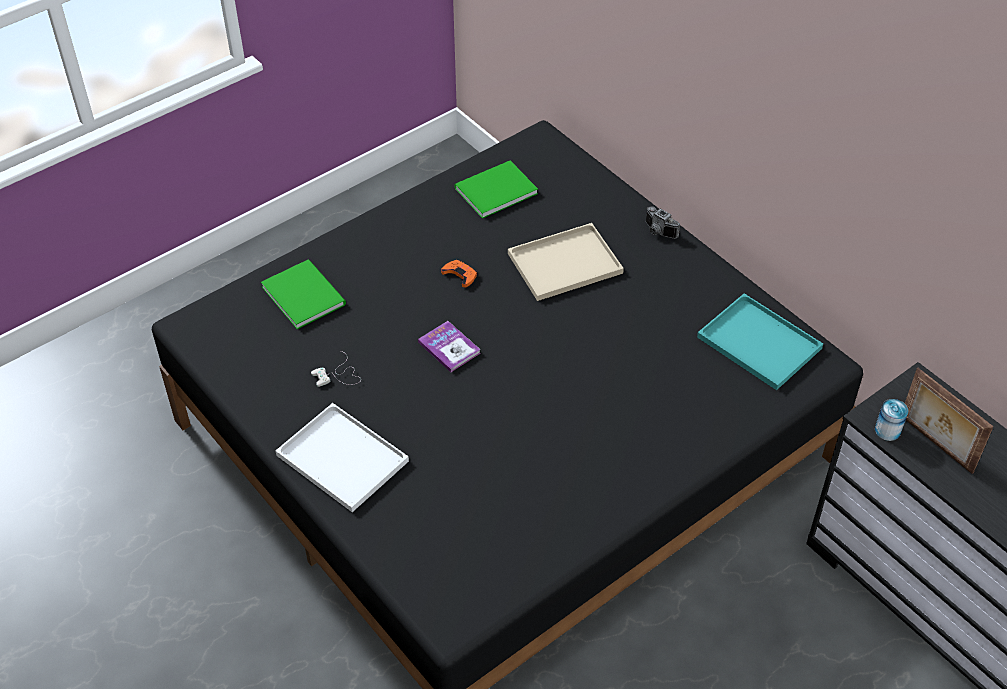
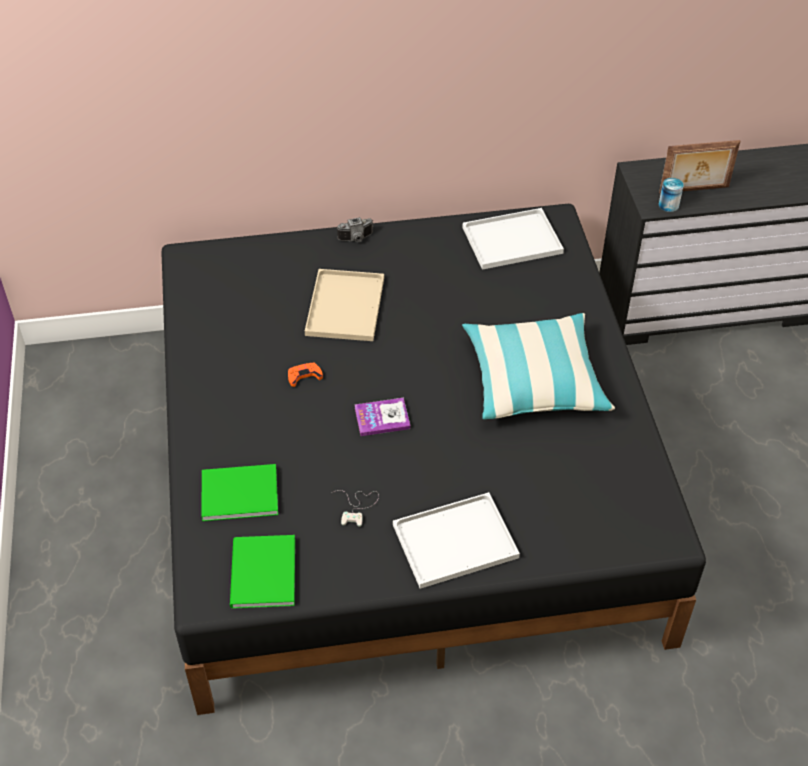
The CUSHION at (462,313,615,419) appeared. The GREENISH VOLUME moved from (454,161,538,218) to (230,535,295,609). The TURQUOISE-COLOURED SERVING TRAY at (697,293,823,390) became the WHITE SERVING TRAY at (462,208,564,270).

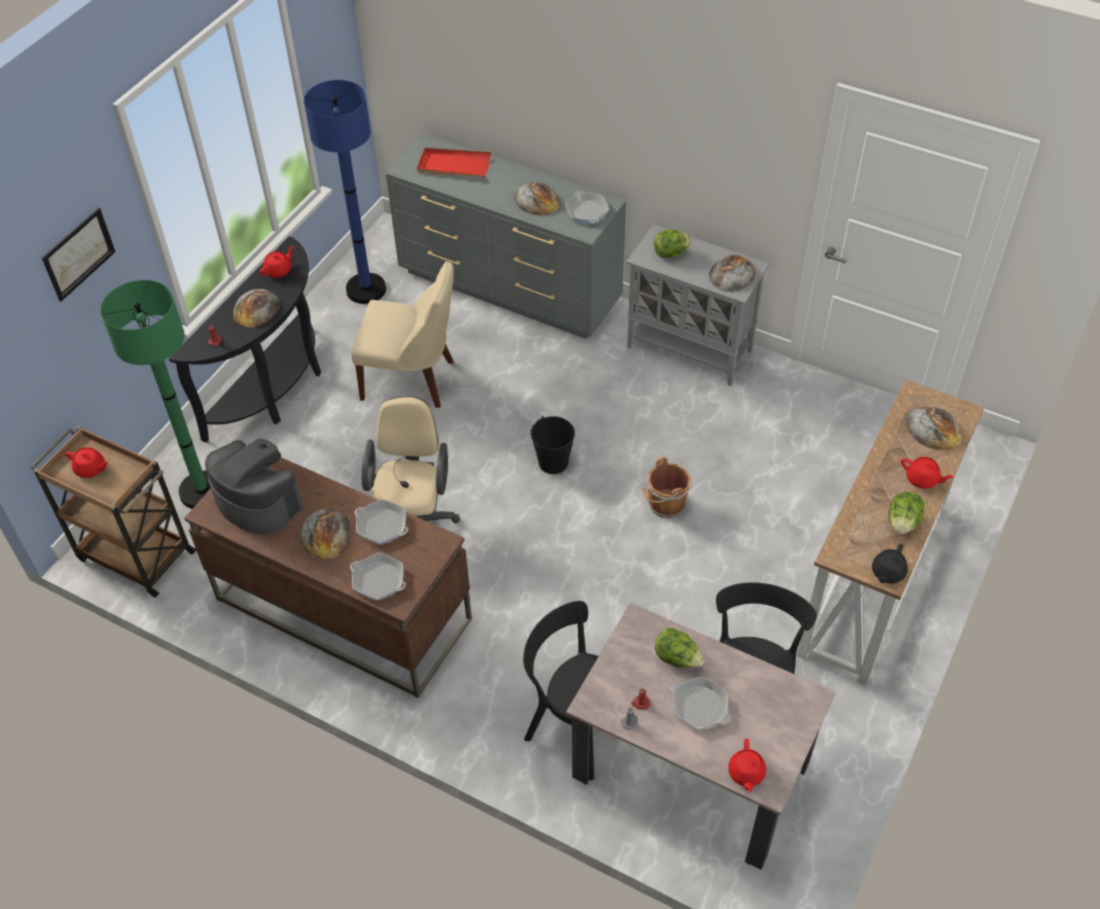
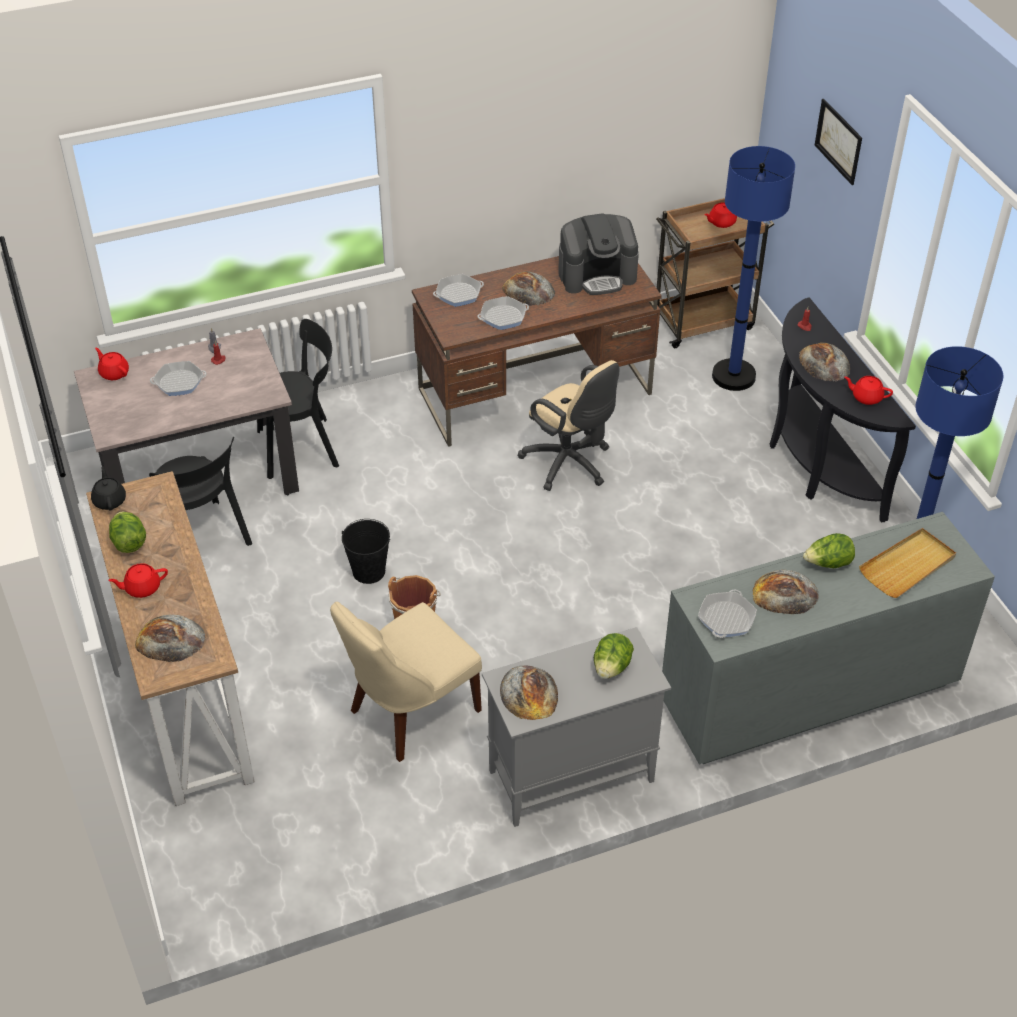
The SAND-COLOURED UPRIGHT CHAIR moved from (351,262,454,408) to (330,602,482,762). The BLACK-COLOURED PAIL moved from (530,416,575,474) to (342,519,390,584). The LETTUCE HEAD moved from (655,628,704,668) to (803,533,855,568). The GREENISH FLOOR LAMP at (100,280,211,509) became the BLUE FLOOR LAMP at (712,146,795,391). The RED SERVING TRAY at (417,148,491,177) became the SAND-COLOURED SERVING TRAY at (859,528,956,598). The RED POT FOR TEA at (260,246,293,278) turned 120 degrees clockwise. The PAN at (565,191,609,224) turned 90 degrees counterclockwise.

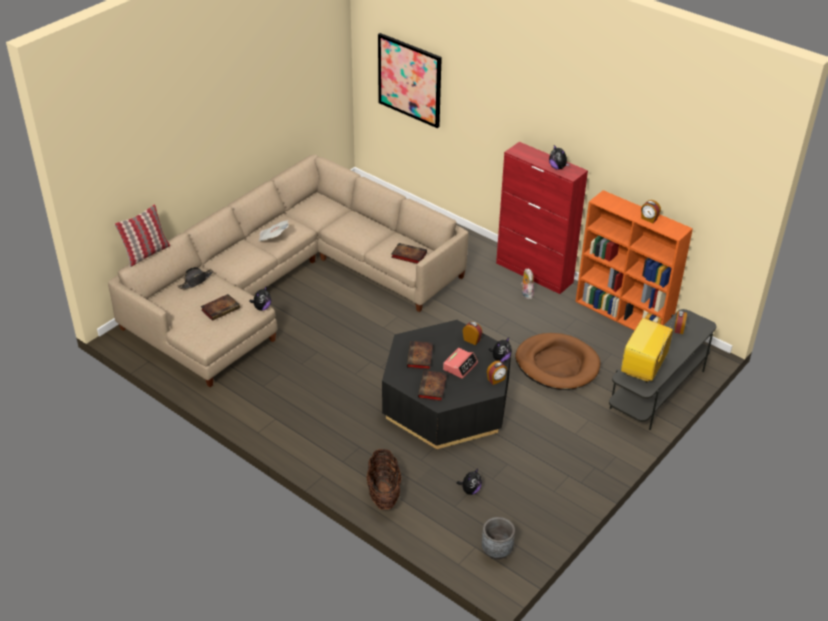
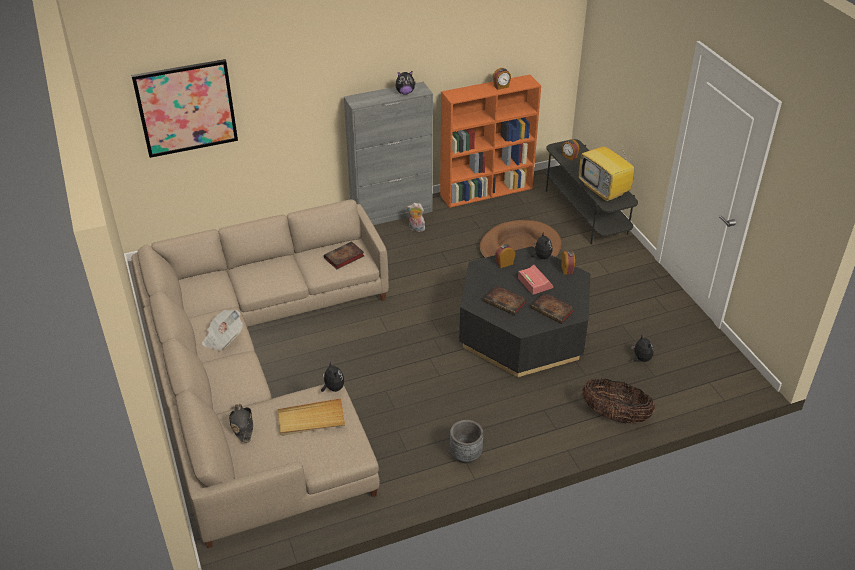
The CUSHION at (115,204,170,267) disappeared. The GRAY FLOWER POT moved from (482,517,515,559) to (450,420,483,464). The VOLUME at (201,294,240,321) was replaced by the SAND-COLOURED SERVING TRAY at (278,398,345,436). The RED STORAGE CABINET at (496,142,588,294) became the GRAY STORAGE CABINET at (344,82,433,225).

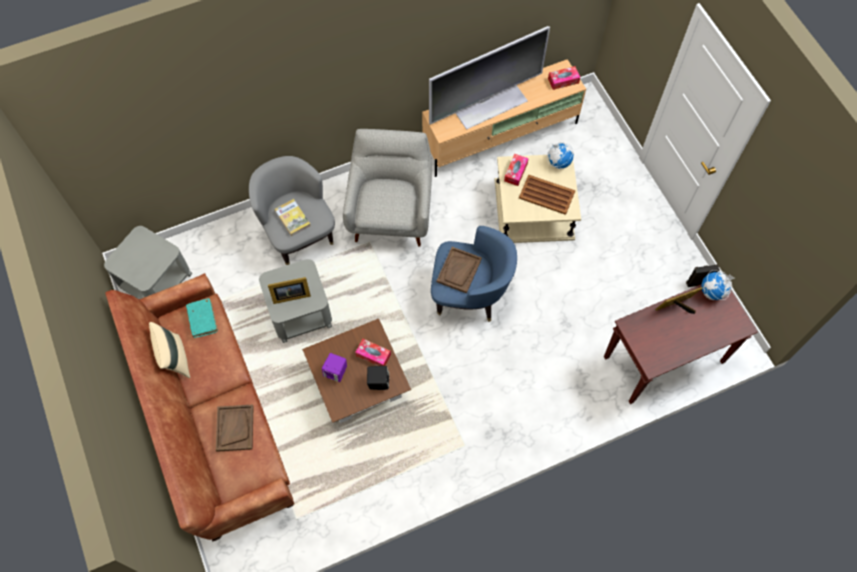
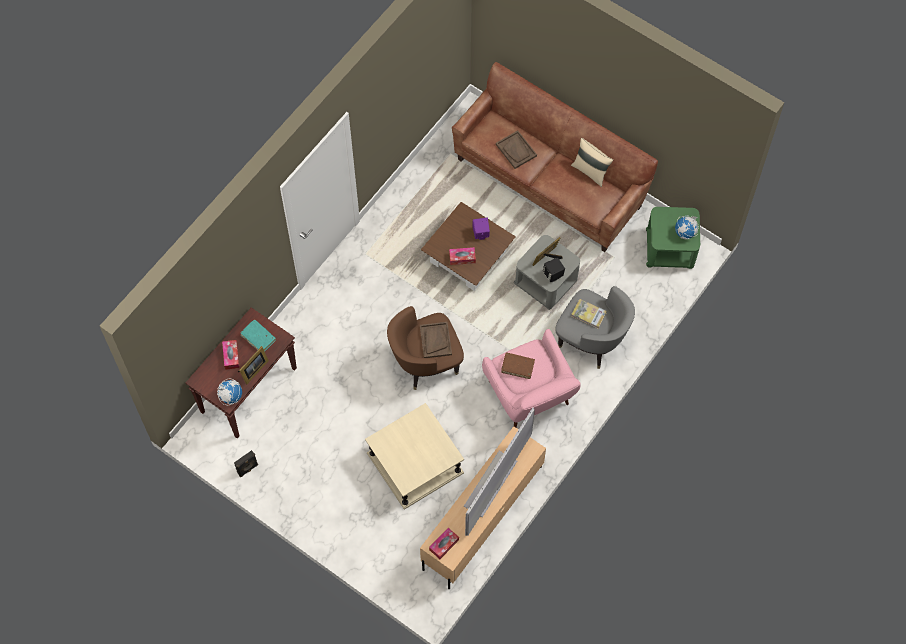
The BROWN-COLOURED SERVING TRAY at (519,174,575,215) disappeared. The BROWN-COLOURED VOLUME at (501,352,535,379) appeared. The TURQUOISE-COLOURED VOLUME moved from (186,298,218,338) to (241,319,276,351). The BLACK-COLOURED AUDIO SPEAKER moved from (367,366,389,390) to (543,258,565,282). The TISSUE BOX moved from (504,154,529,186) to (222,340,240,370). The DESK GLOBE moved from (547,142,574,169) to (675,216,699,239). The GRAY ACCENT TABLE at (104,226,192,299) became the GREENISH ACCENT TABLE at (646,207,700,269). The GRAY EASY CHAIR at (343,129,432,246) became the PINKISH EASY CHAIR at (482,329,580,428). The BLUE EASY CHAIR at (431,226,517,322) became the BROWN-COLOURED EASY CHAIR at (387,306,464,390).

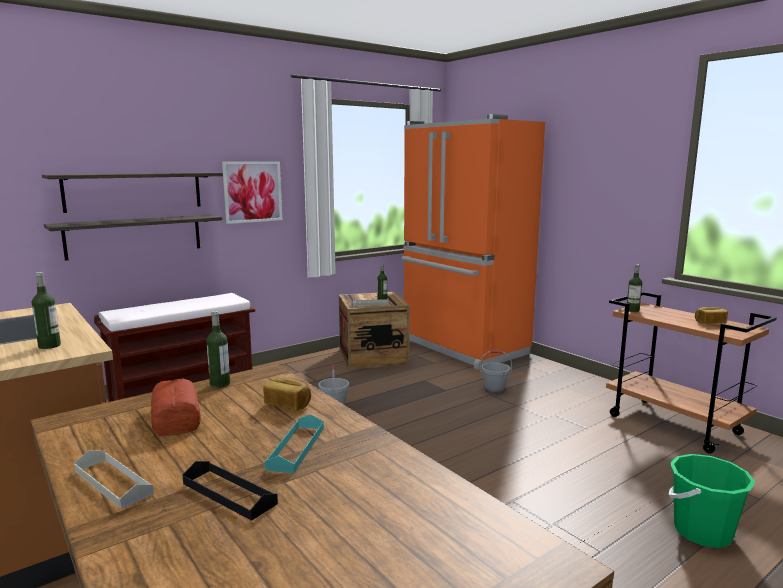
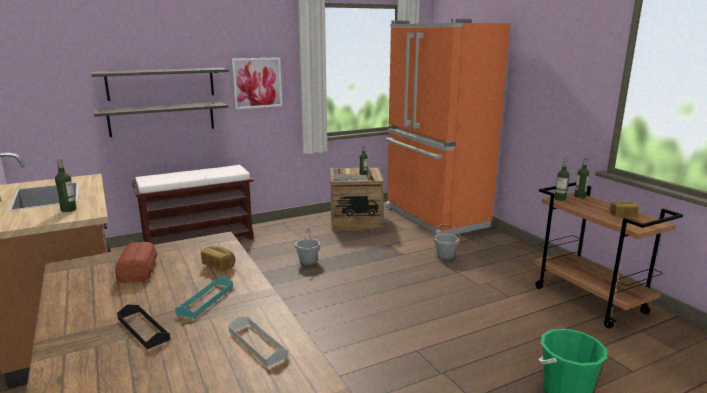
The GRAY SERVING TRAY moved from (74,450,154,509) to (228,316,288,367). The BEVERAGE BOTTLE moved from (206,311,230,388) to (574,157,589,199).

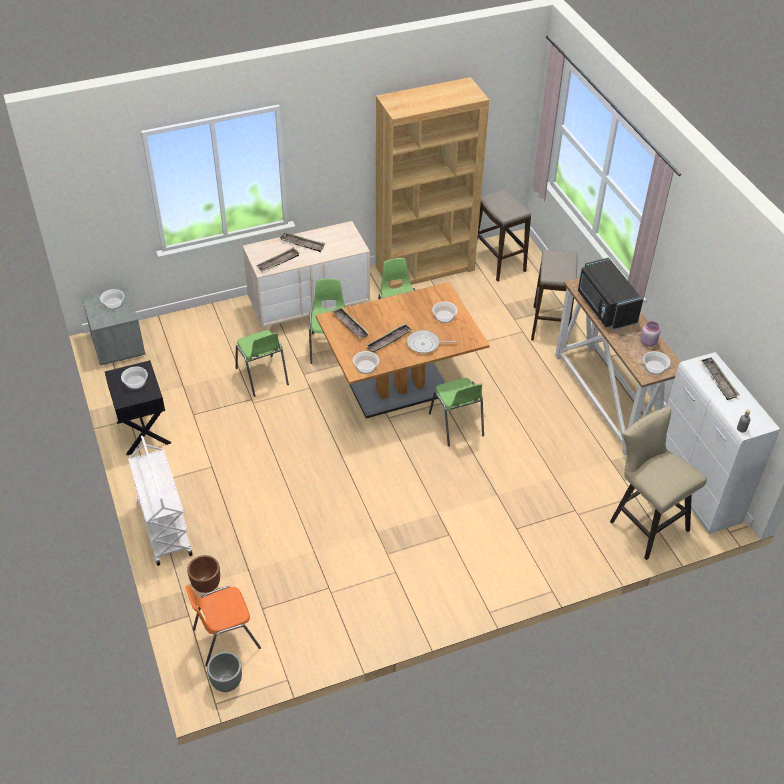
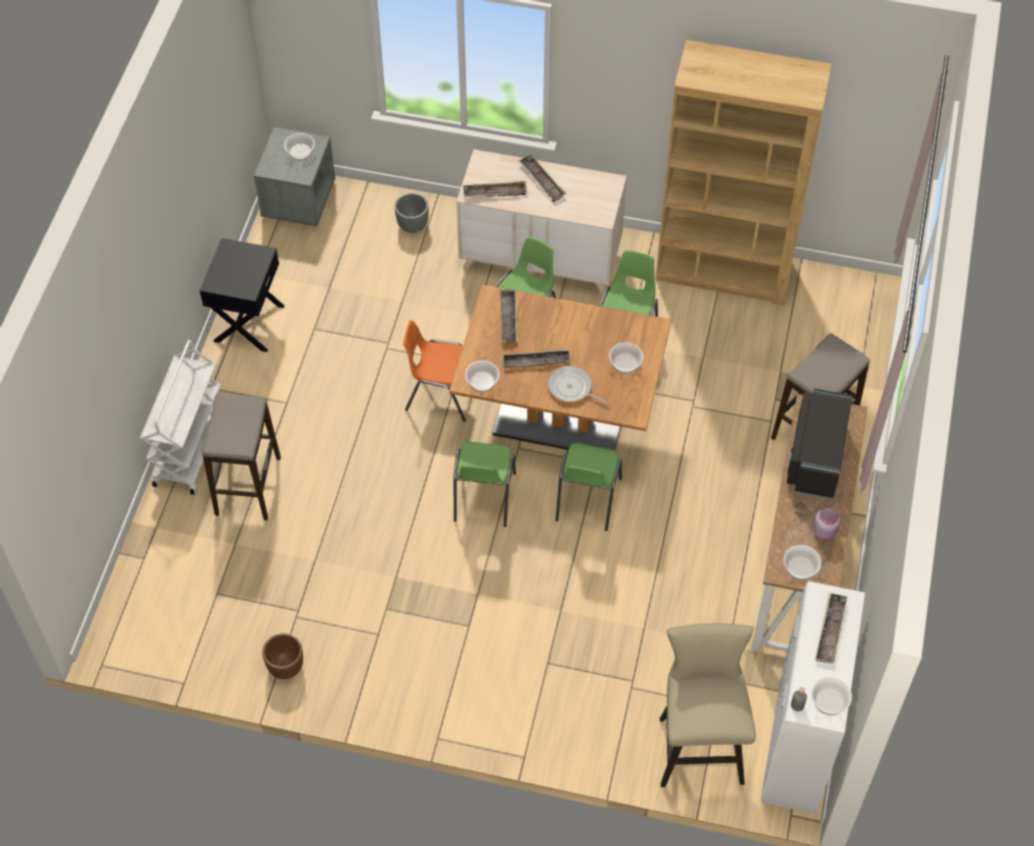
The BOWL moved from (121,367,148,390) to (811,677,852,716). The ORANGEY UPRIGHT CHAIR moved from (185,586,261,667) to (403,320,466,422). The BROWN-COLOURED FLOWER POT moved from (187,555,220,593) to (262,633,303,679). The GRAY FLOWER POT moved from (207,652,242,692) to (395,193,429,233). The GREENISH UPRIGHT CHAIR moved from (236,330,289,397) to (454,442,516,527). The STOOL SEAT moved from (477,189,531,281) to (202,393,281,520).

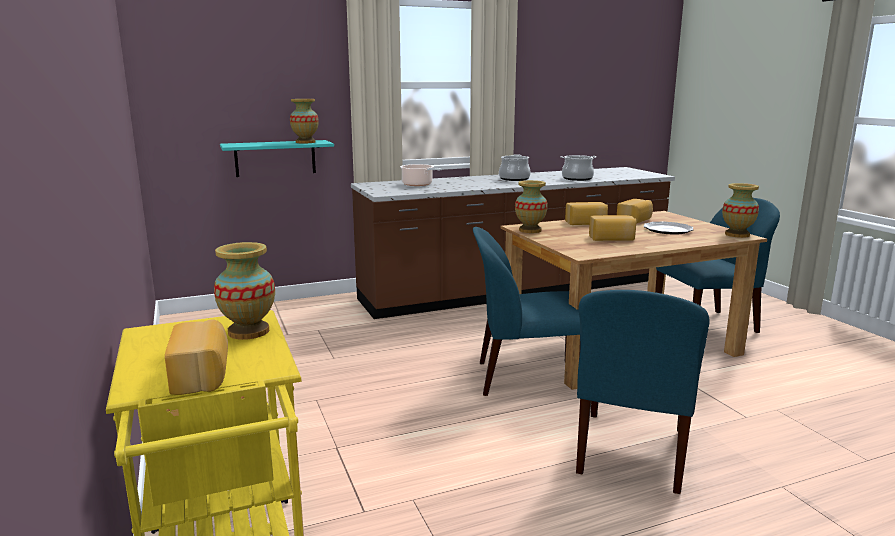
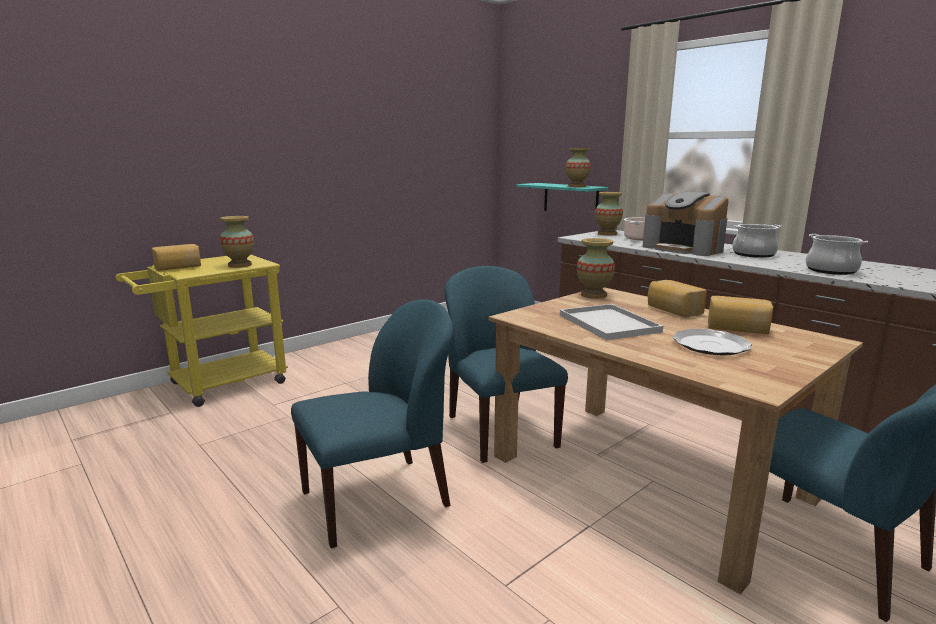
The COFFEE BREWER at (643,192,728,256) appeared. The VASE moved from (722,183,759,238) to (595,192,623,236). The BREAD at (589,215,636,241) was replaced by the WHITE SERVING TRAY at (560,304,663,340). The BLUE UPRIGHT CHAIR at (576,290,710,494) turned 150 degrees clockwise.

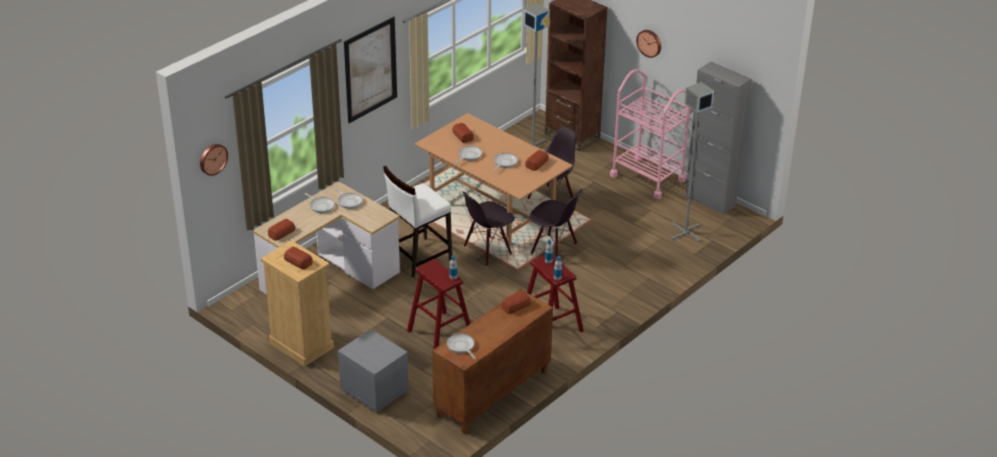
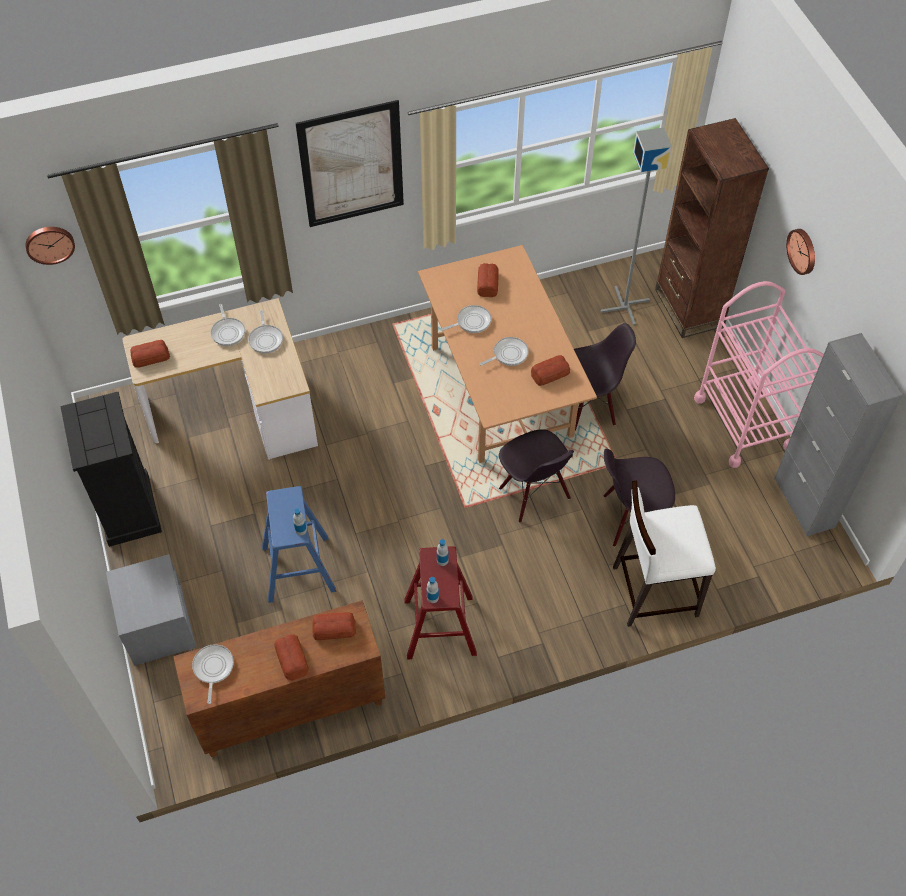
The GRAY FLOOR LAMP at (671,82,714,242) disappeared. The BREAD moved from (284,247,312,269) to (274,634,309,681). The WHITE STOOL SEAT moved from (383,166,452,277) to (613,480,716,627). The BLACK-COLOURED UPRIGHT CHAIR moved from (463,192,515,267) to (603,448,675,547). The SAND-COLOURED CHEST OF DRAWERS at (260,240,334,366) became the BLACK-COLOURED CHEST OF DRAWERS at (60,392,162,547). The RED STOOL SEAT at (407,259,470,349) became the BLUE STOOL SEAT at (262,486,336,603).

